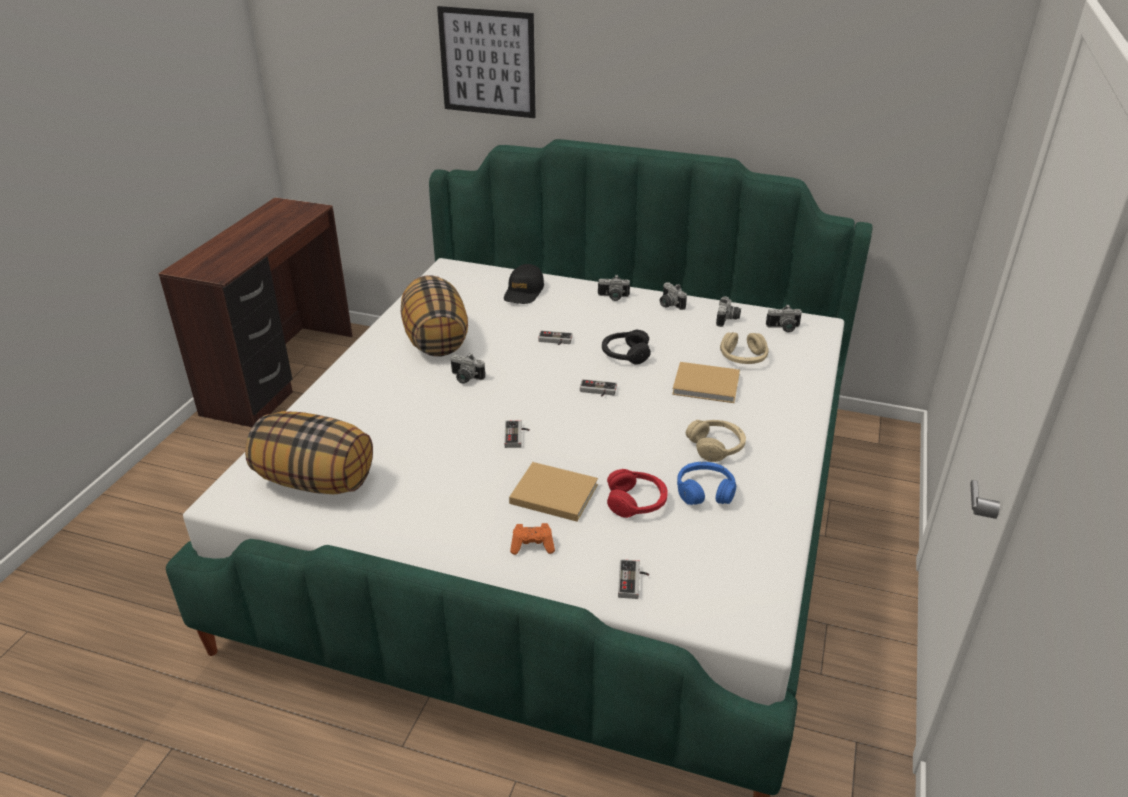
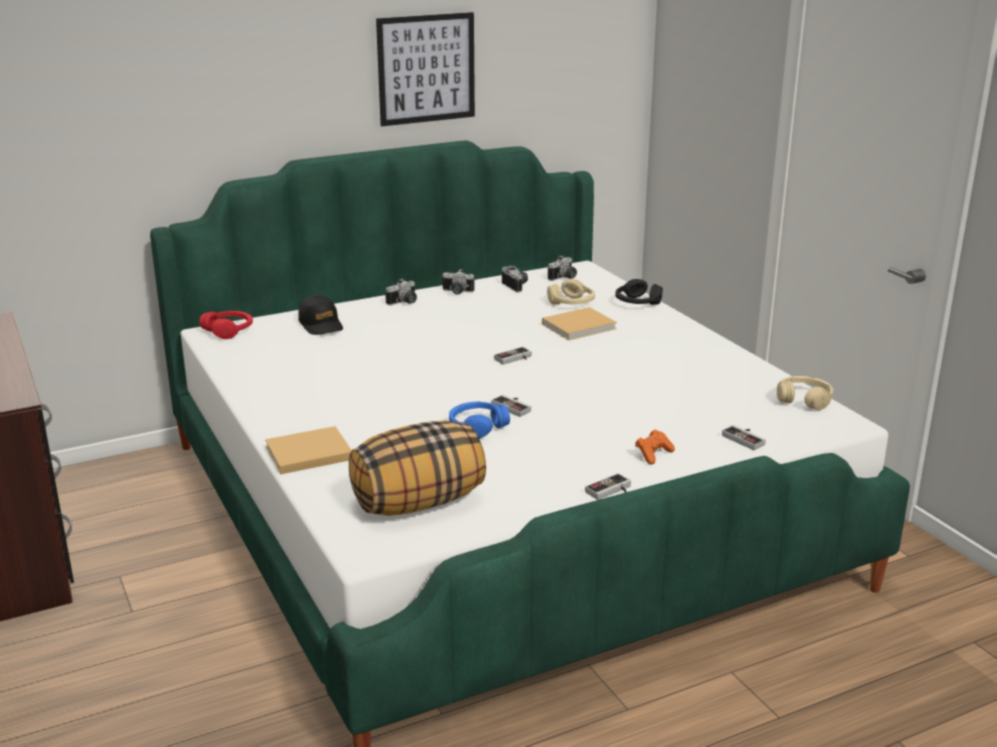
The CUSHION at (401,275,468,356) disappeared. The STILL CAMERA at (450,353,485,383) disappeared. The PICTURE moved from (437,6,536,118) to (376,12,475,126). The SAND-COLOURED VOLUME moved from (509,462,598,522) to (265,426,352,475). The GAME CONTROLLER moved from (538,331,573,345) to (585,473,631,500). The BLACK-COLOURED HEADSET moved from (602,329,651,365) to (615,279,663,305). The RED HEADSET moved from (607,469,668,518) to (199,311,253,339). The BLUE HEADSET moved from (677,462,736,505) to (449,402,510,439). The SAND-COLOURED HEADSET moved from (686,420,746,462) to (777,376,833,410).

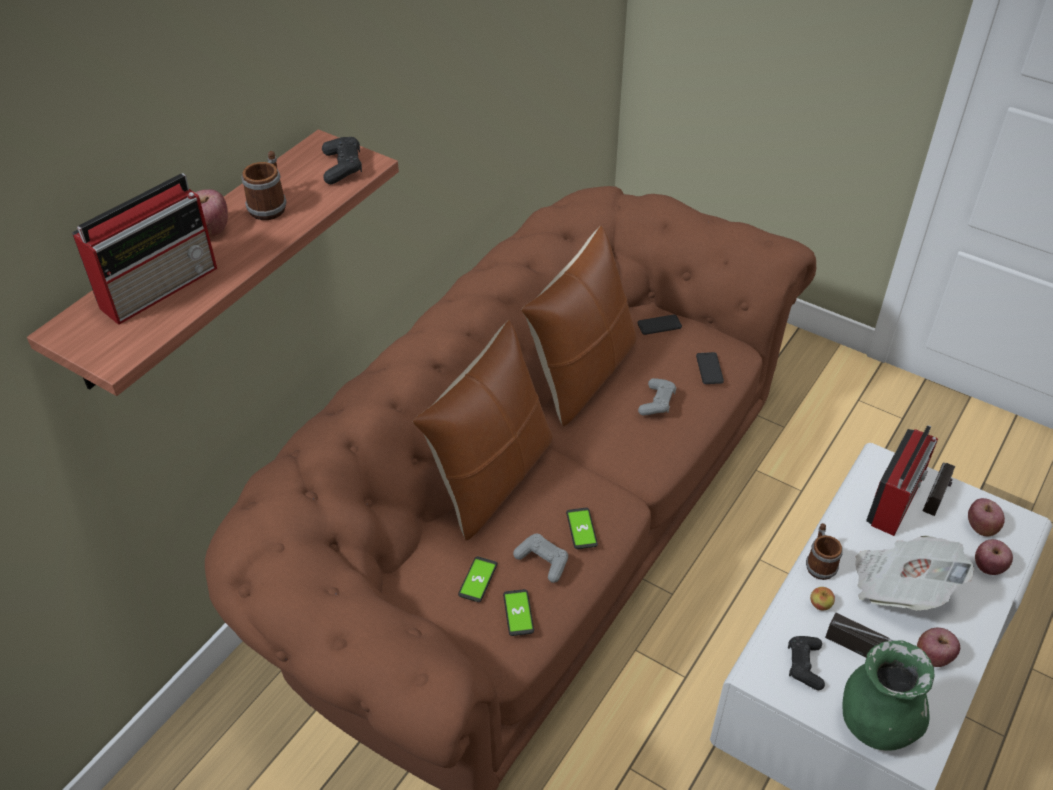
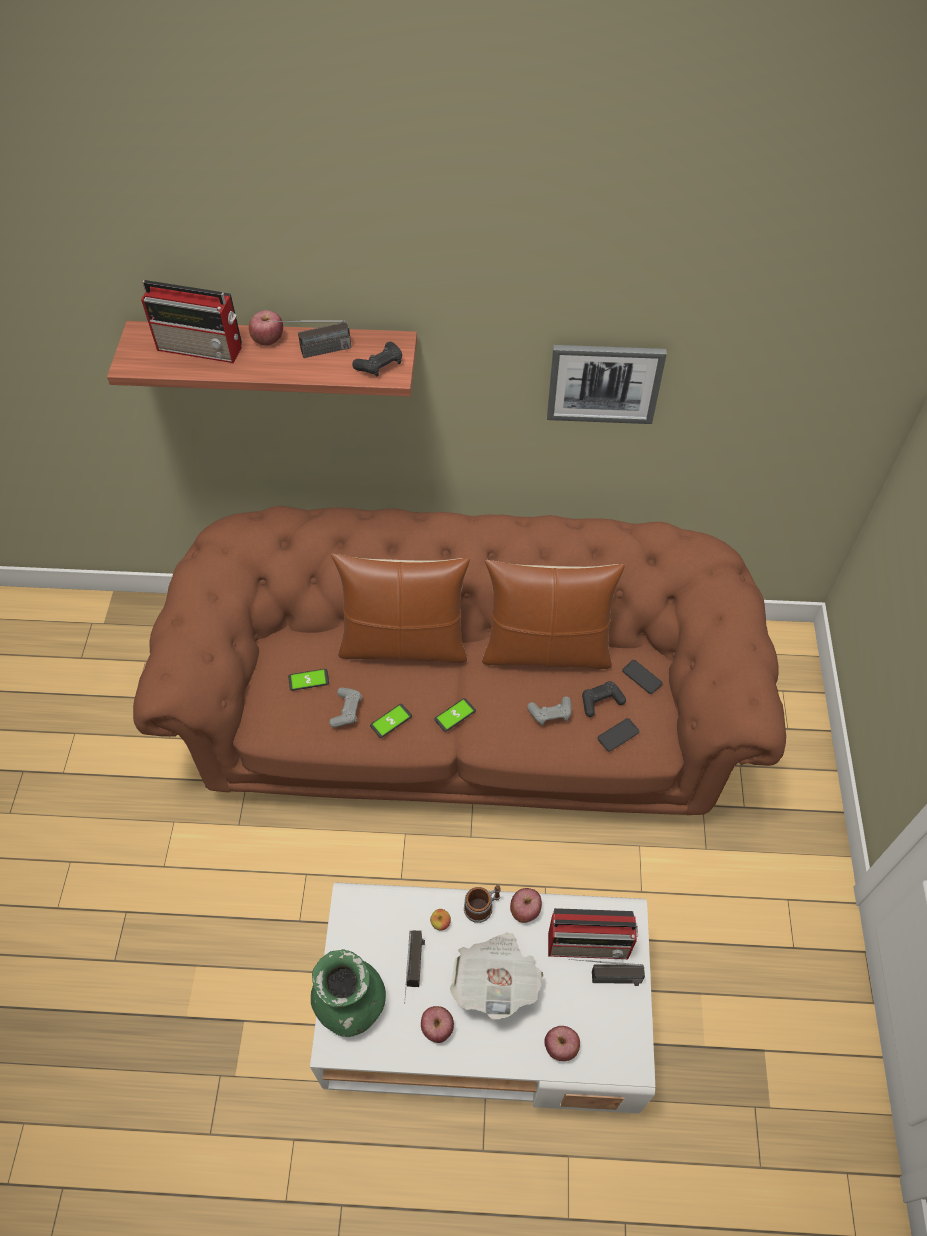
The PICTURE at (547,345,667,424) appeared. The PHONE moved from (503,589,534,636) to (434,698,476,732). The BLACK-COLOURED GAME CONTROLLER moved from (788,636,825,690) to (582,681,626,717). The APPLE FRUIT moved from (968,498,1005,536) to (510,888,542,923). The TEA MUG at (241,151,287,220) was replaced by the RADIO at (268,320,351,358).

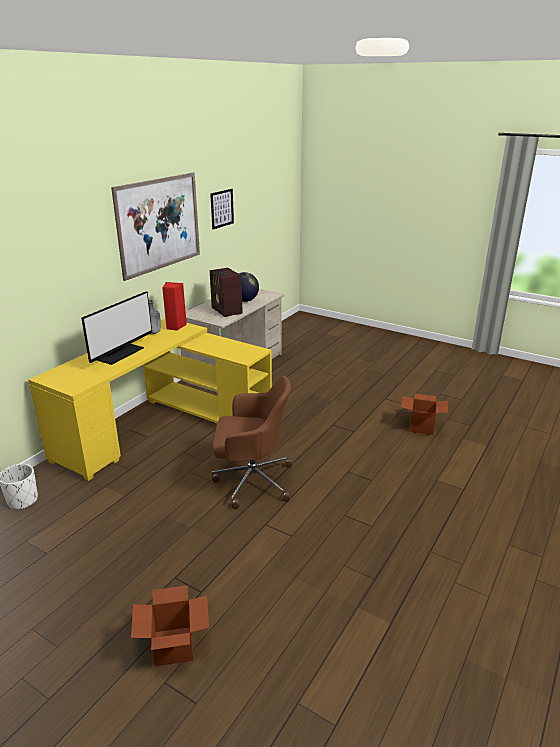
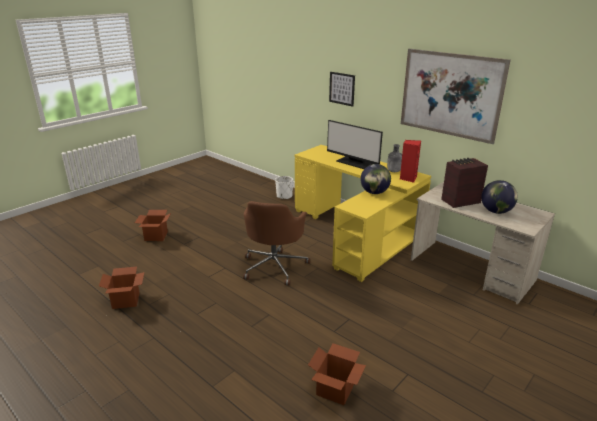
The CARTON at (99,267,145,309) appeared. The DESK GLOBE at (360,164,391,194) appeared. The PICTURE moved from (210,189,234,229) to (329,72,355,107).

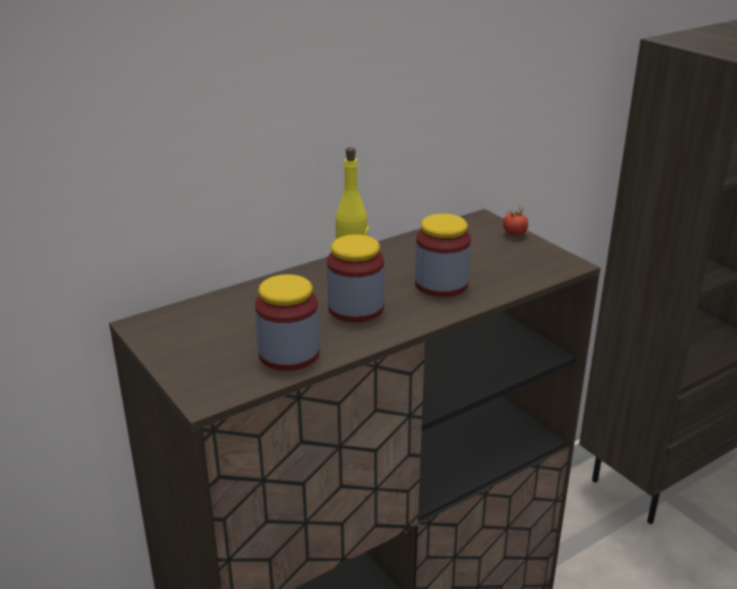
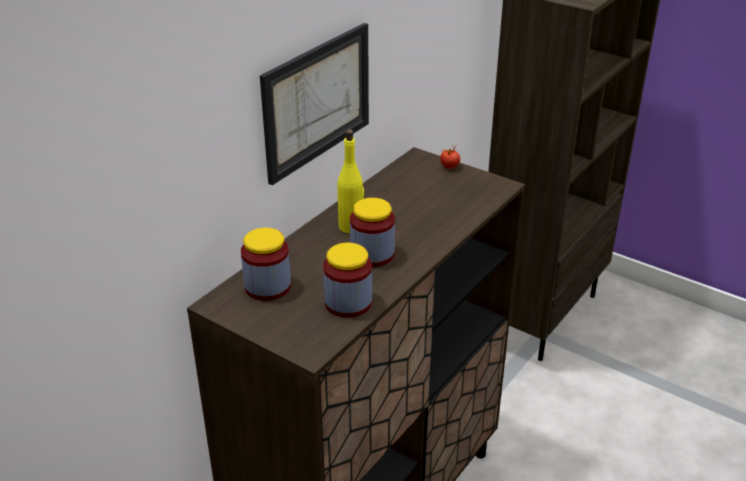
The PICTURE at (260,23,369,185) appeared. The STORAGE JAR moved from (415,214,471,297) to (241,228,291,301).

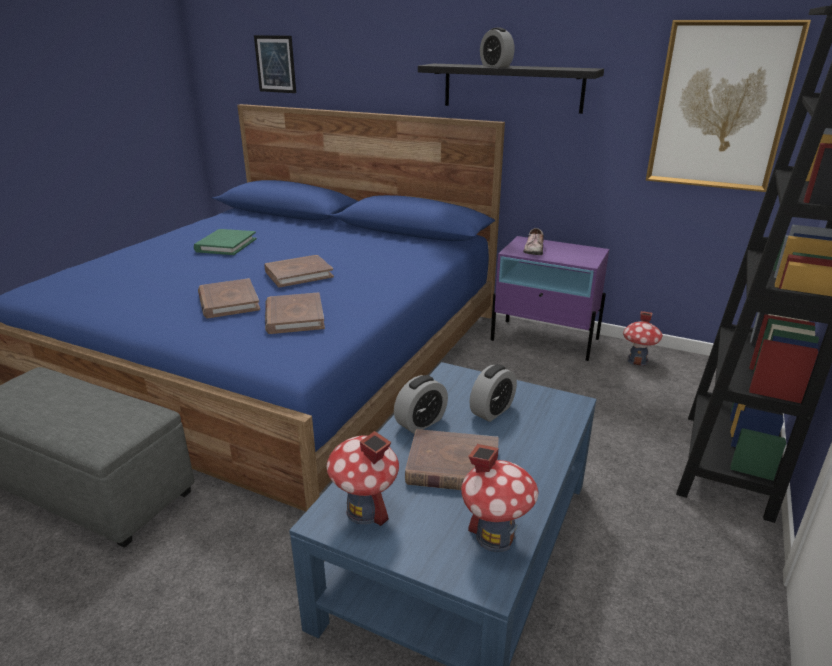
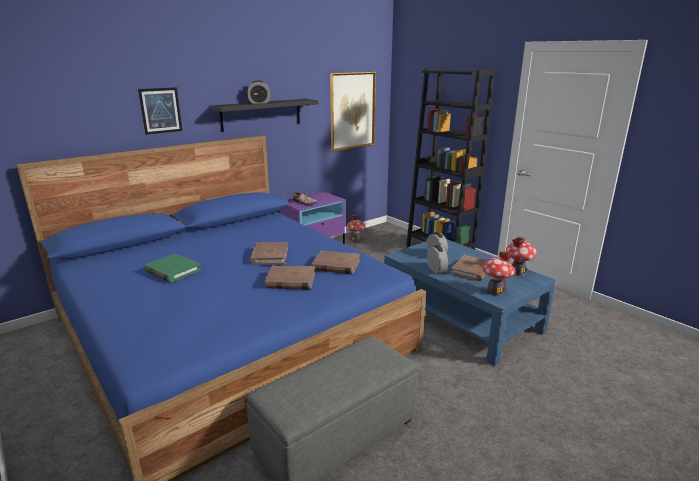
The PICTURE moved from (254,35,296,93) to (138,87,182,135).

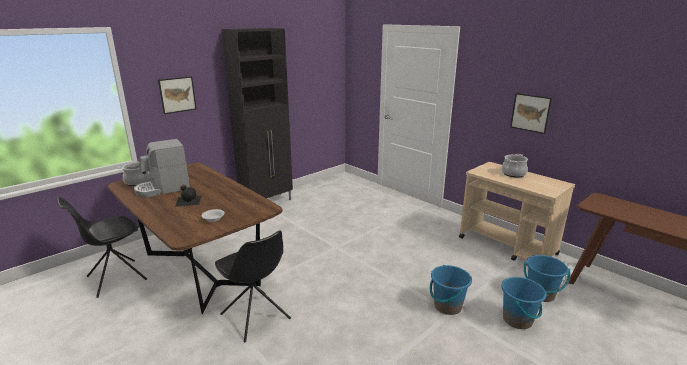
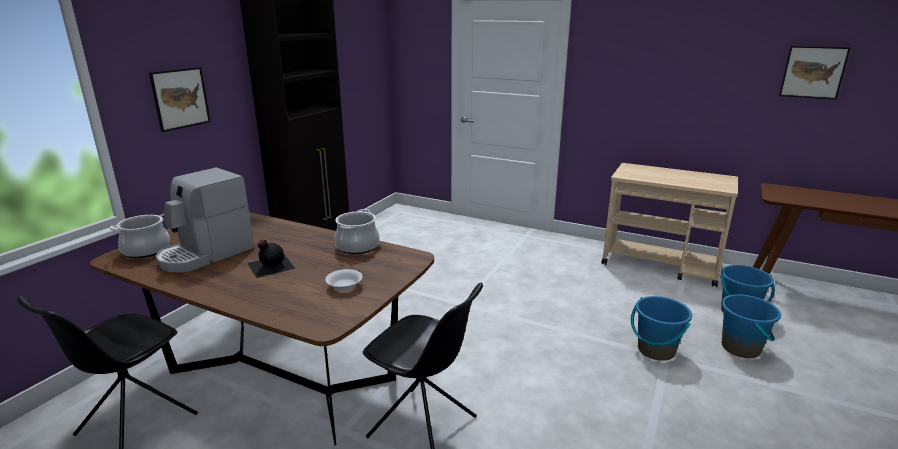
The SAUCEPOT moved from (501,154,528,178) to (334,209,380,254). The PICTURE moved from (510,93,552,134) to (779,46,851,100).

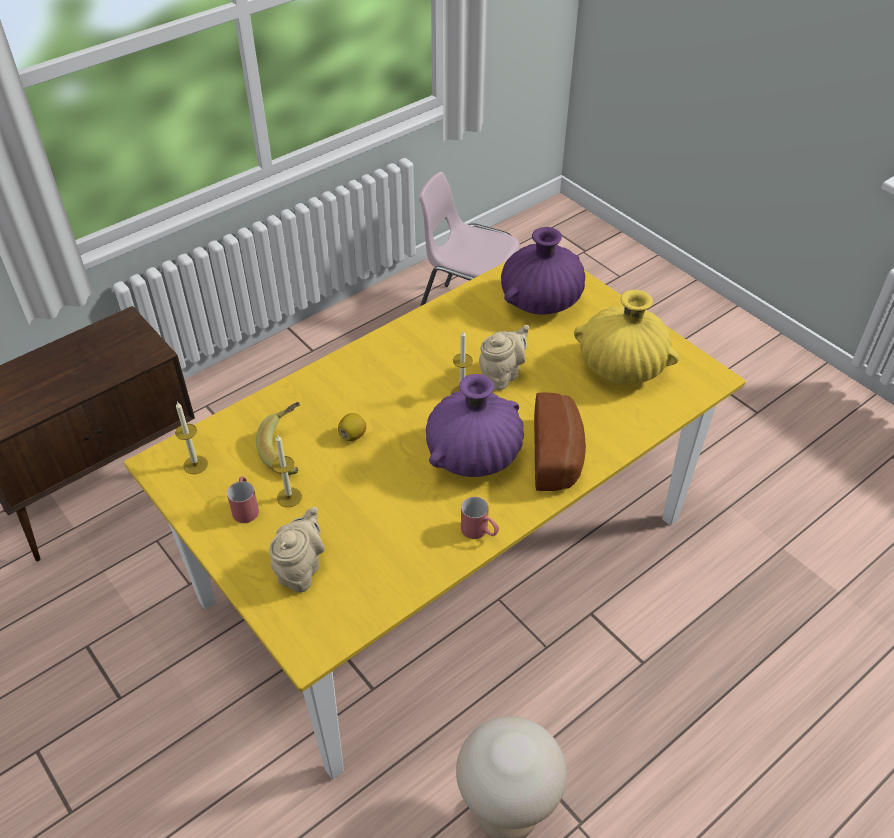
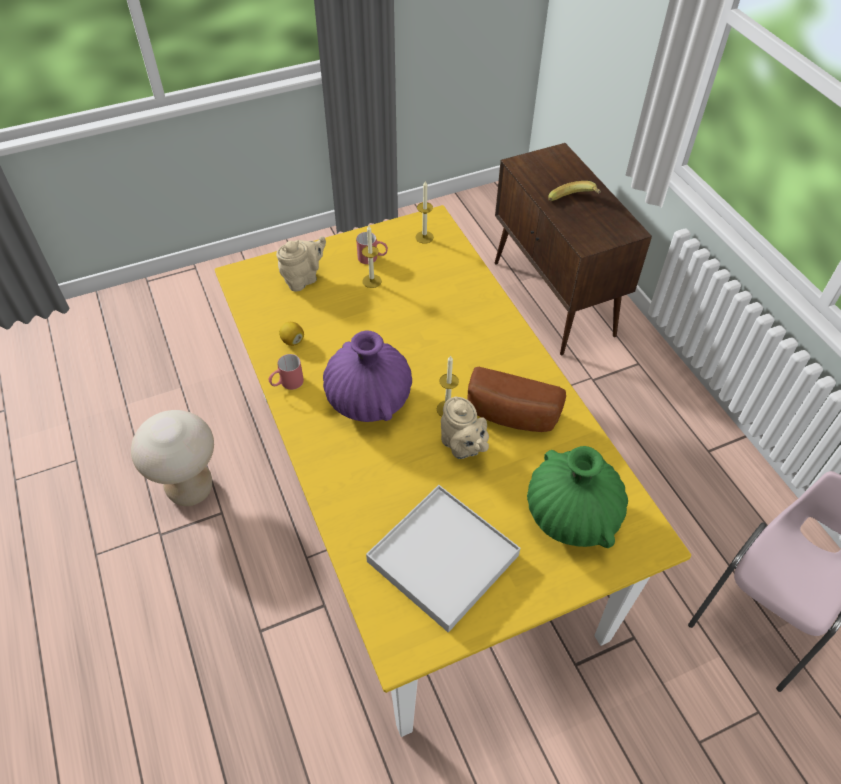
The BANANA moved from (256,402,300,475) to (548,181,601,201). The LEMON moved from (338,413,366,441) to (279,322,304,346). The BREAD moved from (534,393,586,491) to (467,367,566,432). The YELLOW-COLOURED VASE at (574,290,679,384) was replaced by the WHITE SERVING TRAY at (366,485,520,633). The PURPLE-COLOURED VASE at (501,227,585,314) became the GREENISH VASE at (527,446,628,548). The SAND-COLOURED POT FOR TEA at (269,507,325,593) turned 75 degrees counterclockwise.

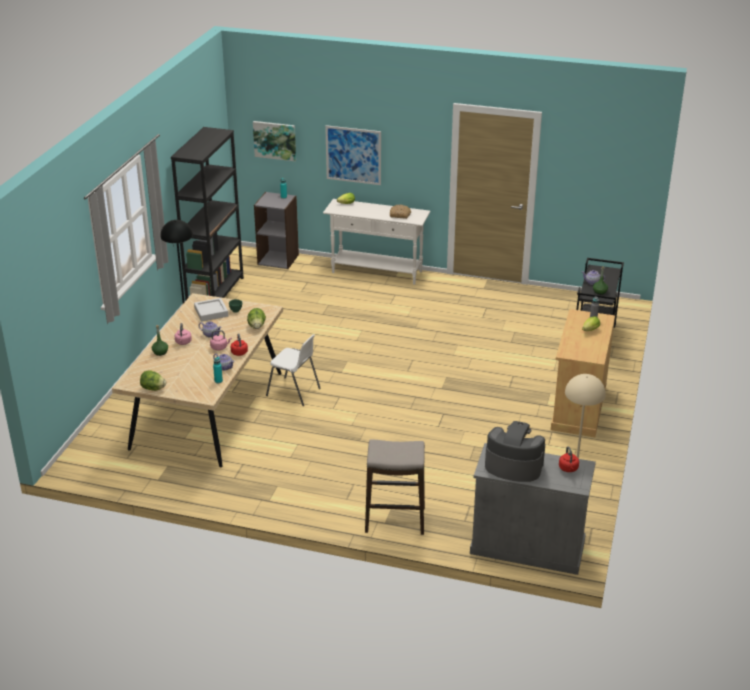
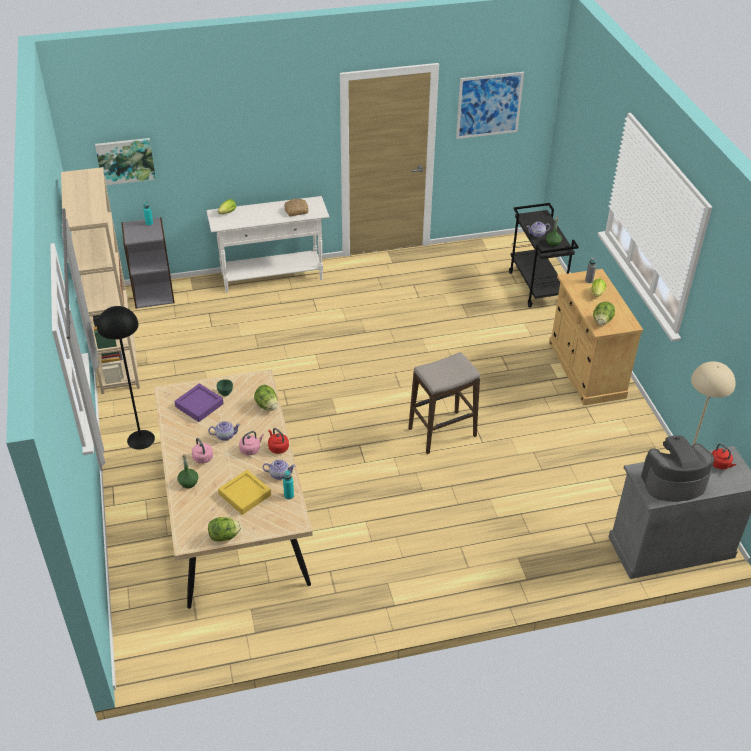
The WHITE UPRIGHT CHAIR at (266,334,321,406) disappeared. The YELLOW-COLOURED SERVING TRAY at (218,470,271,515) appeared. The LETTUCE HEAD at (593,302,615,325) appeared. The PICTURE moved from (325,125,381,185) to (456,72,524,139). The STOOL SEAT moved from (365,439,425,535) to (408,352,480,454). The BLACK-COLOURED SHELVING UNIT at (171,127,244,300) became the SAND-COLOURED SHELVING UNIT at (61,167,140,394). The GRAY SERVING TRAY at (194,298,228,322) became the PURPLE-COLOURED SERVING TRAY at (174,383,224,422).

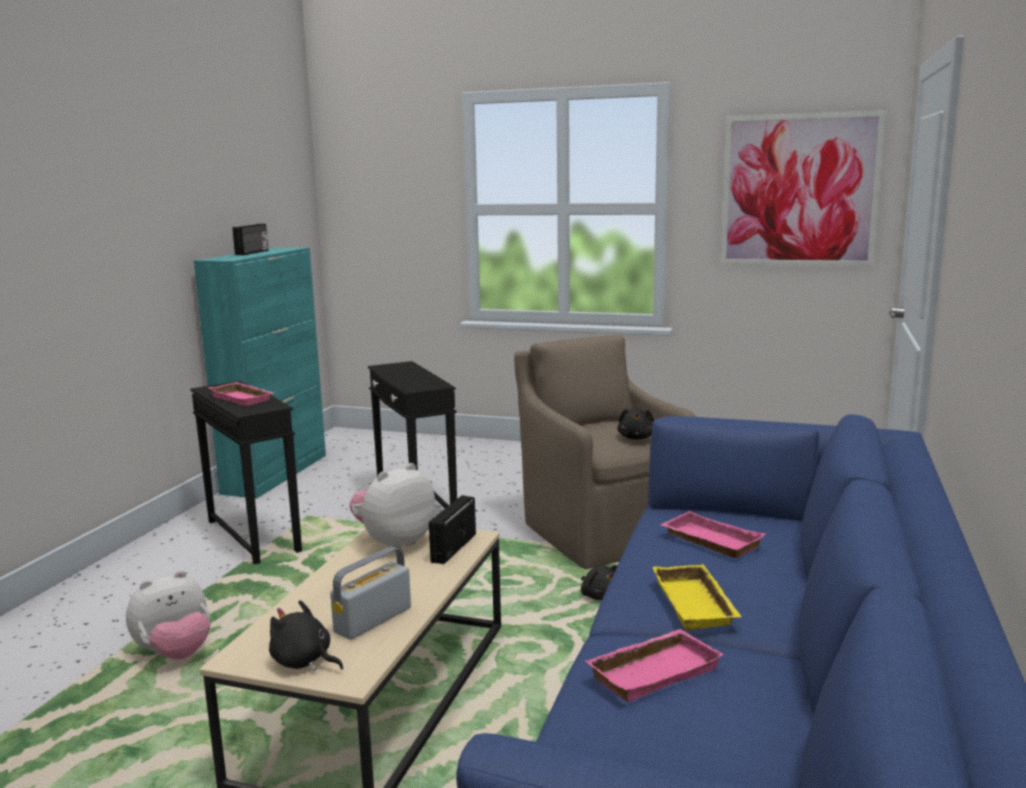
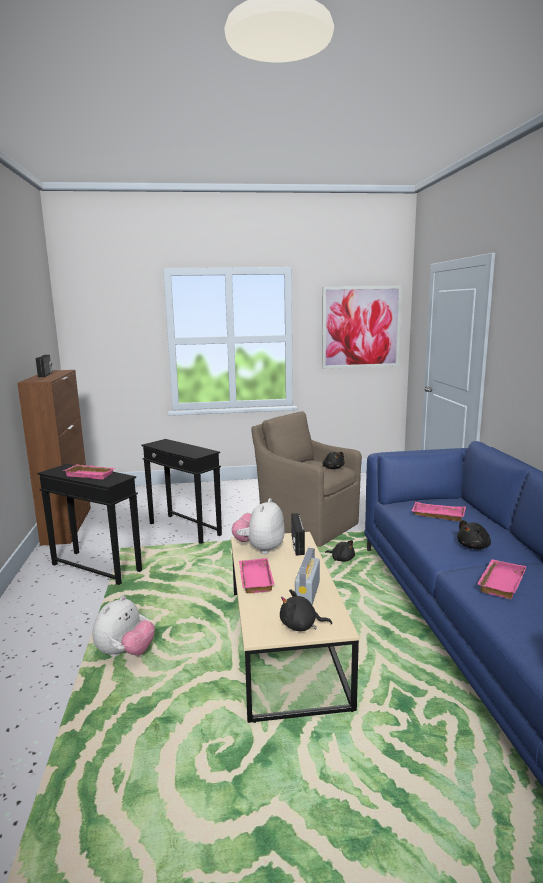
The PINKISH SERVING TRAY at (239,558,275,593) appeared. The YELLOW-COLOURED SERVING TRAY at (653,564,742,631) was replaced by the BLACK-COLOURED PLUSH TOY at (457,520,491,549). The TURQUOISE-COLOURED STORAGE CABINET at (194,247,326,499) became the BROWN-COLOURED STORAGE CABINET at (17,370,91,546).

